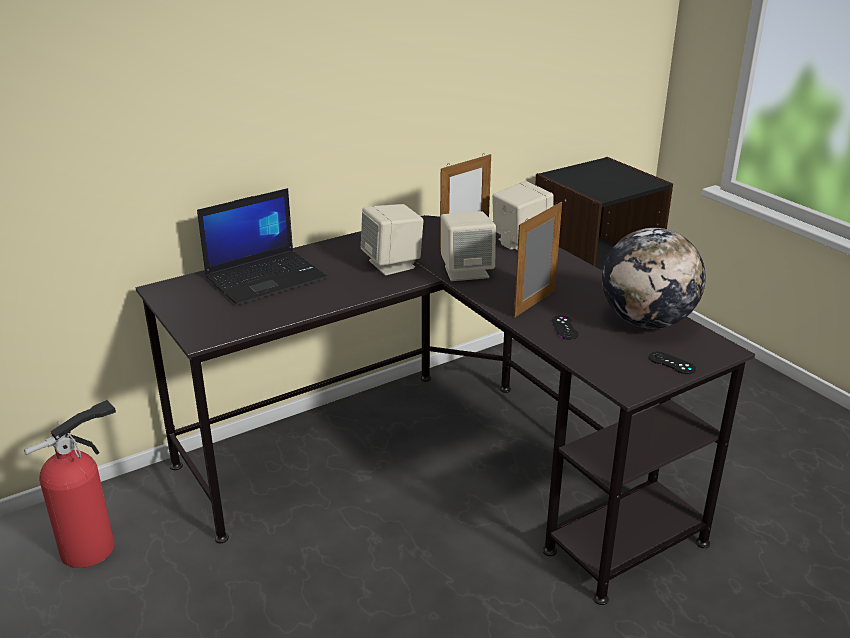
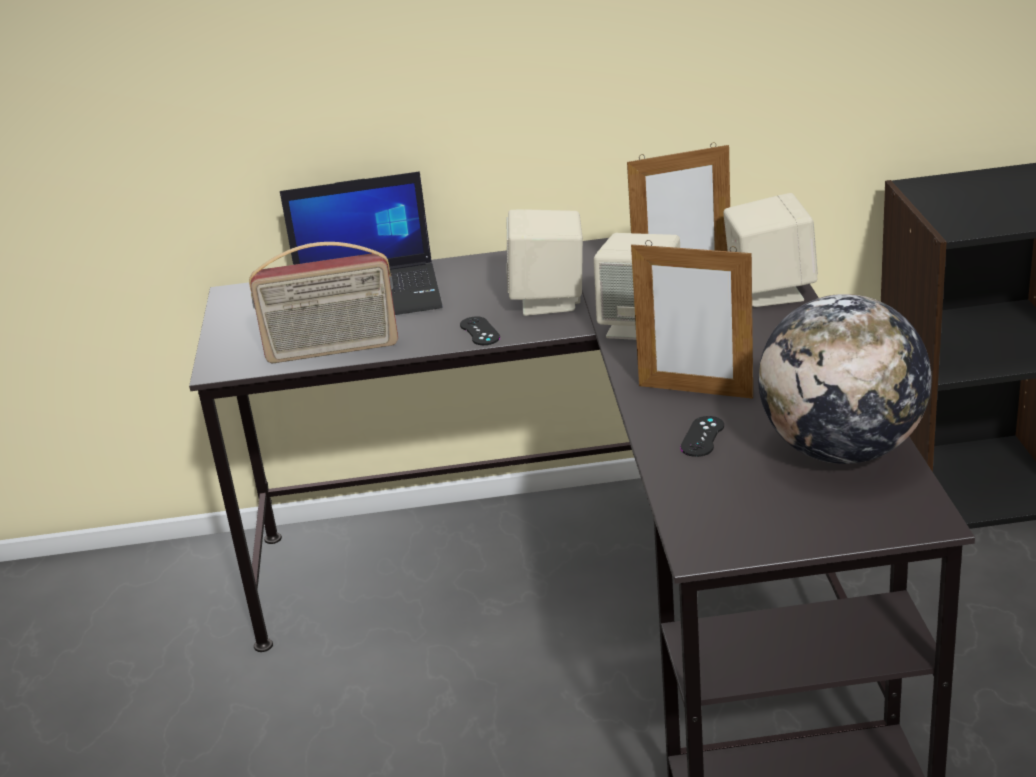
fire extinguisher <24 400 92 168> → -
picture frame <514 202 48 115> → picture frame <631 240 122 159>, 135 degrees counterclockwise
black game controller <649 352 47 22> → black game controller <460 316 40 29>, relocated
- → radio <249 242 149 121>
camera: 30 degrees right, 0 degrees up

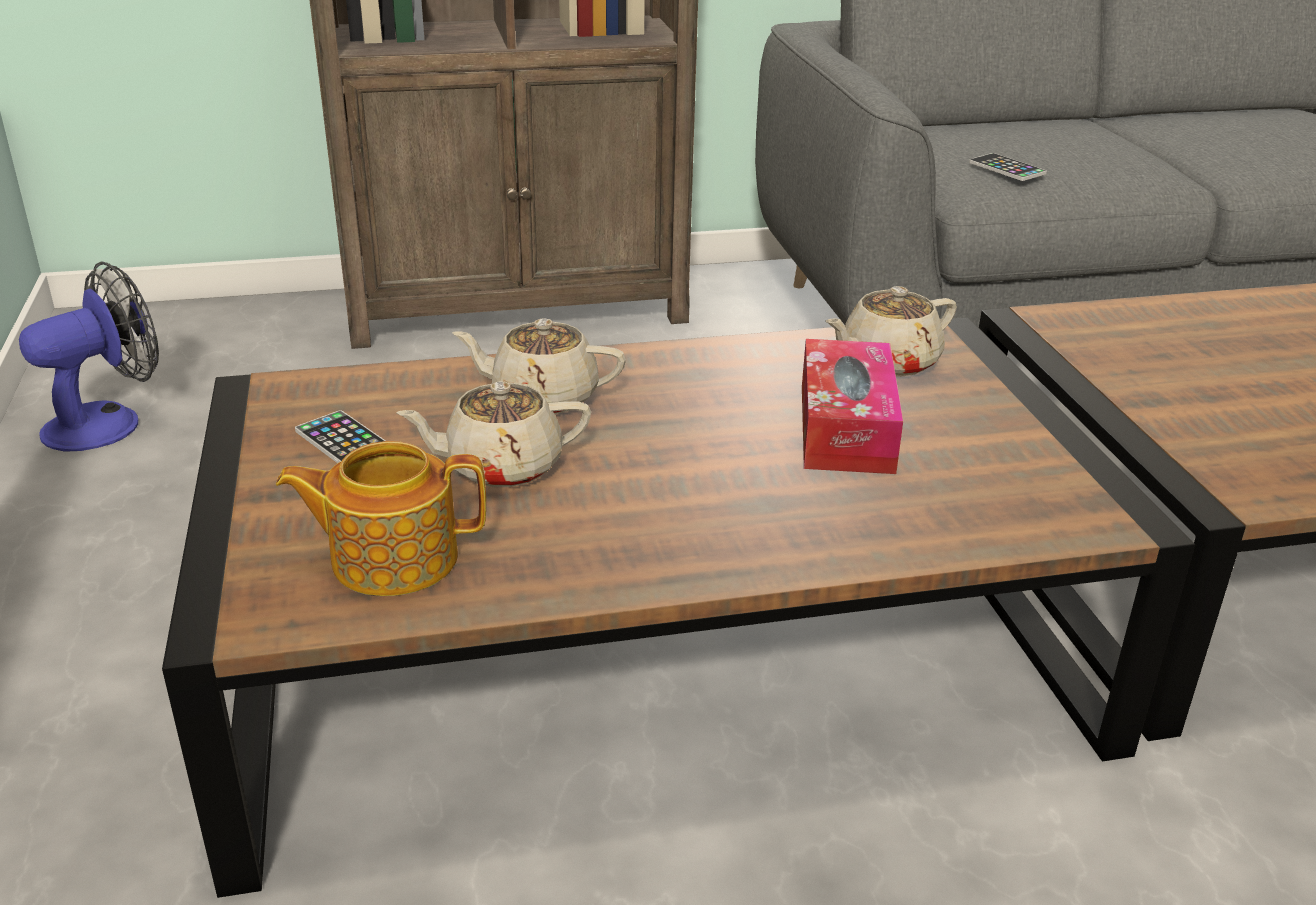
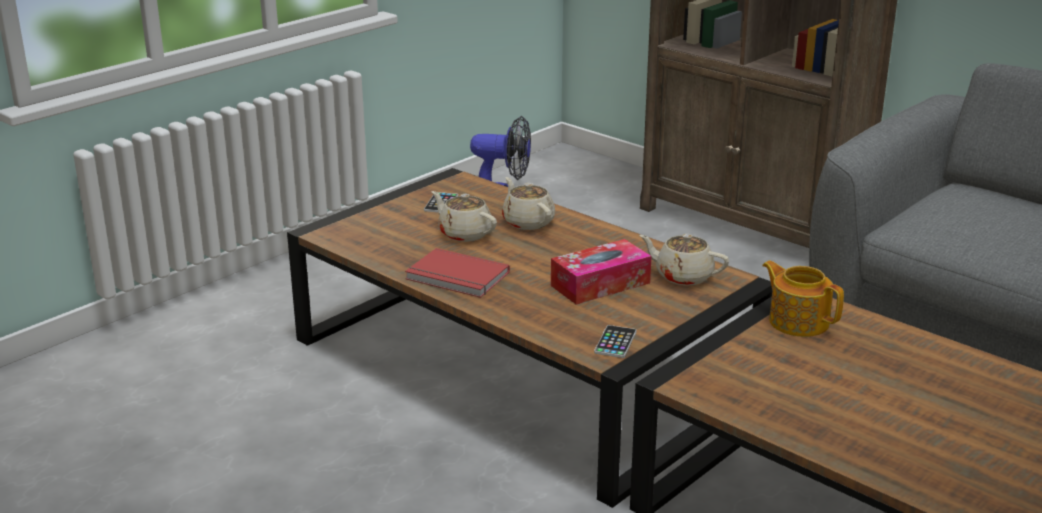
teapot <276 441 210 155> → teapot <762 261 82 76>, relocated
phone <969 153 78 28> → phone <594 325 42 33>, relocated
- → red book <405 248 105 50>
camera: 55 degrees right, 5 degrees down

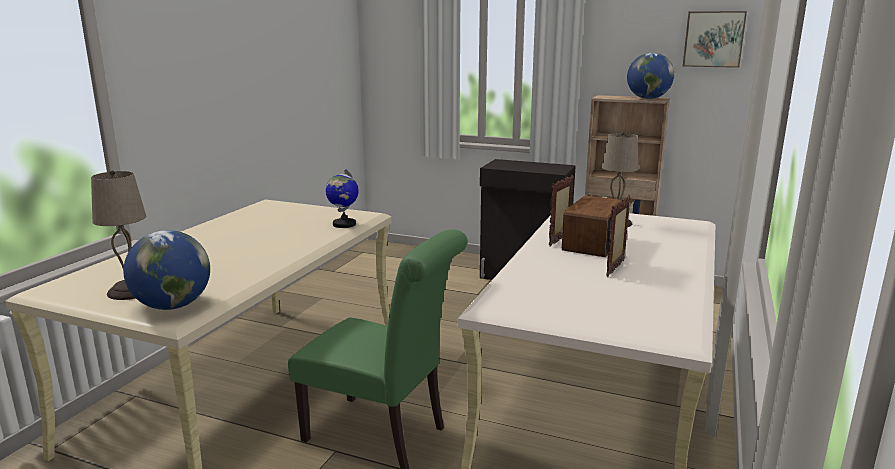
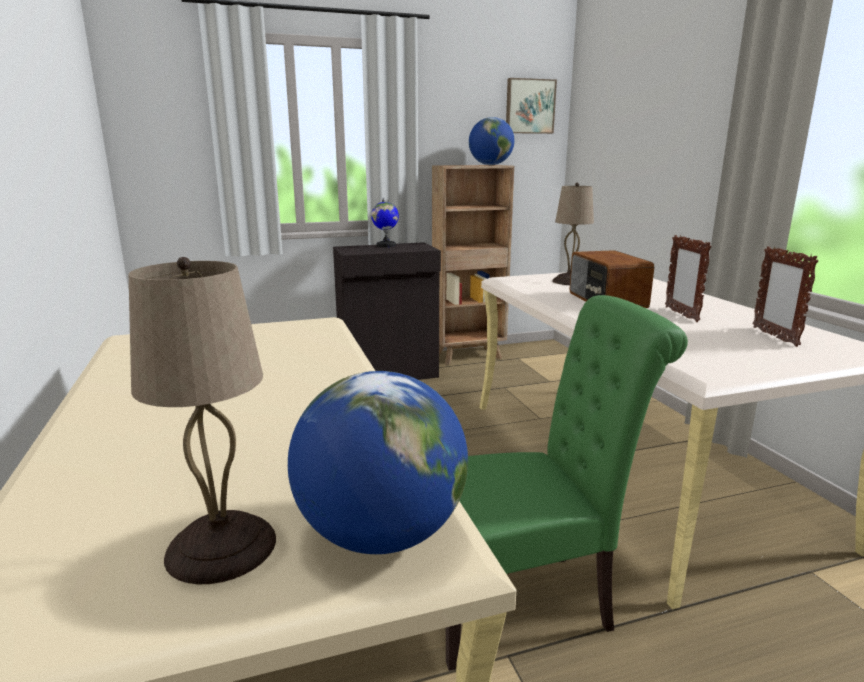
globe <325 169 34 59> → globe <371 198 28 49>, relocated
picture frame <549 175 25 72> → picture frame <752 246 67 101>, relocated
camera: 40 degrees left, 0 degrees up

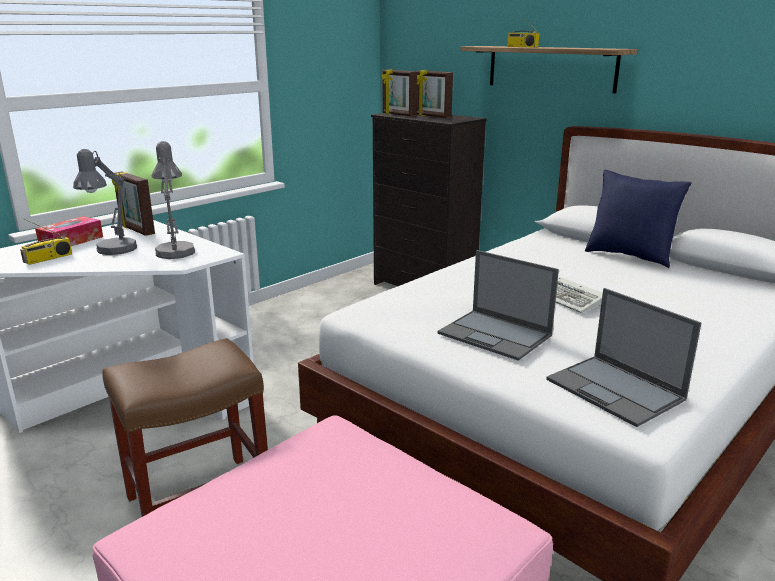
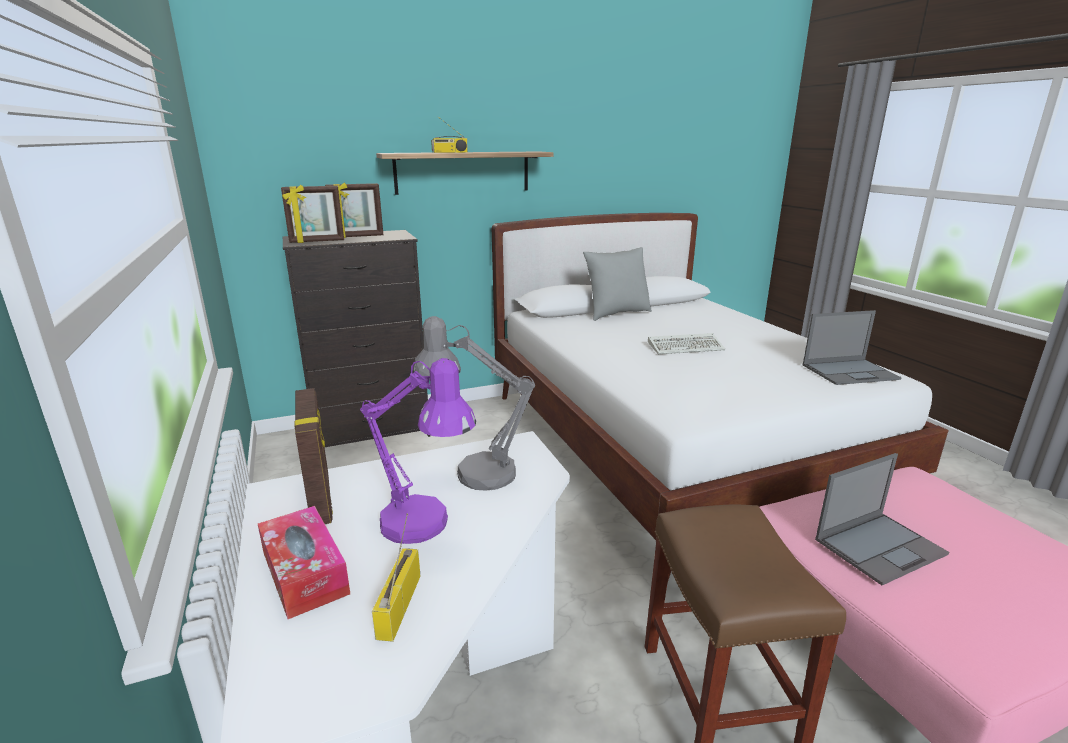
radio <20 219 52 46> → radio <372 514 48 128>, 150 degrees counterclockwise
grey table lamp <73 149 64 106> → purple table lamp <360 358 116 186>
picture frame <112 172 43 64> → picture frame <295 388 38 136>, 90 degrees counterclockwise
laptop <437 250 122 111> → laptop <815 453 134 132>, relocated
blue pillow <585 170 107 98> → grey pillow <583 247 69 74>
camera: 65 degrees left, 0 degrees up

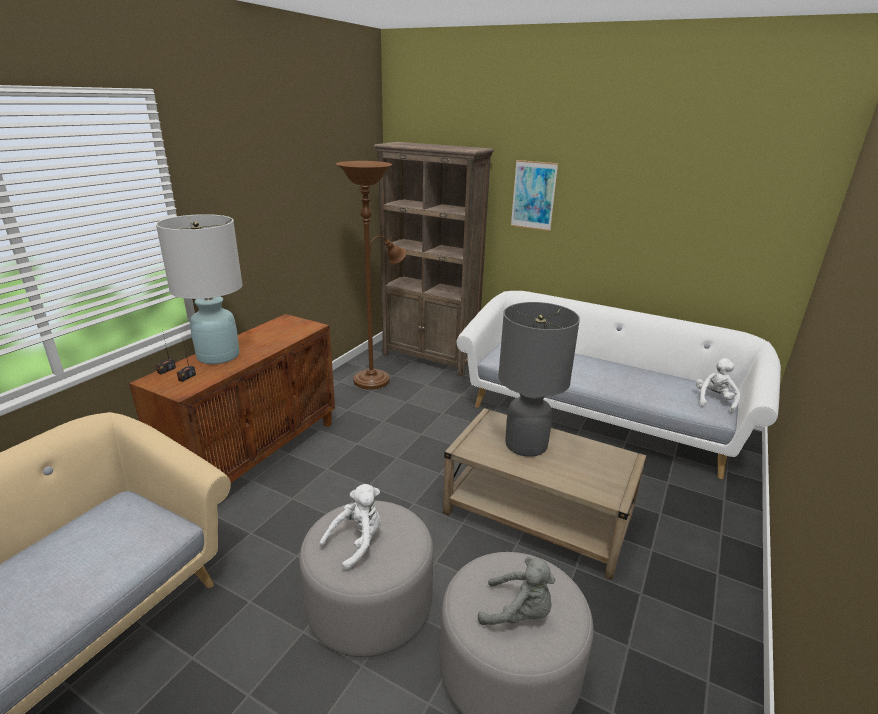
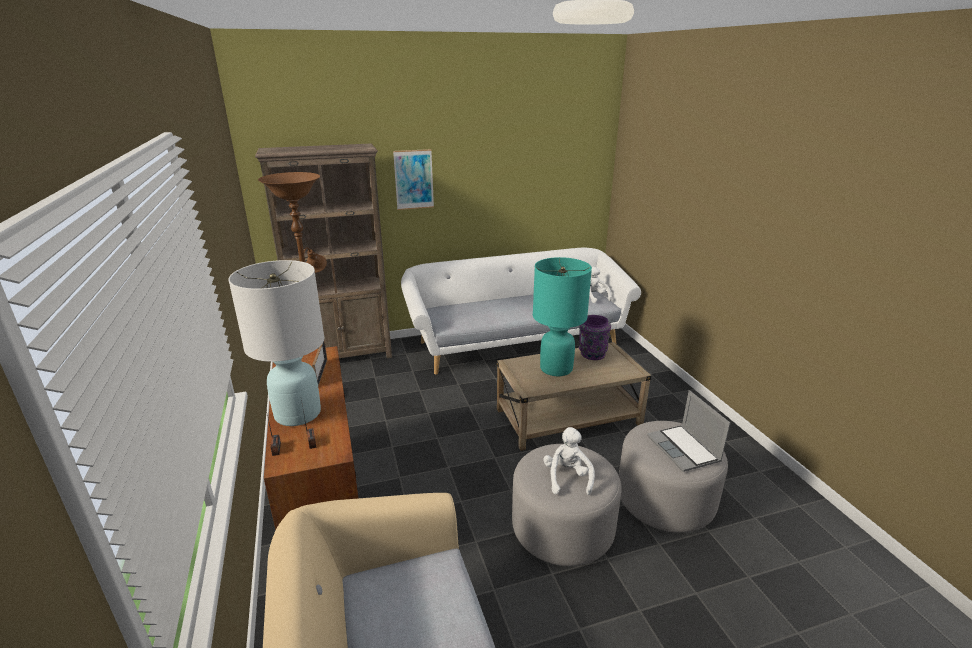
grey plush toy <478 557 77 68> → laptop <647 390 83 82>
grey table lamp <498 302 82 155> → turquoise table lamp <533 257 59 119>
- → picture frame <312 340 15 46>
- → purple vase <579 315 32 45>
camera: 45 degrees left, 0 degrees up

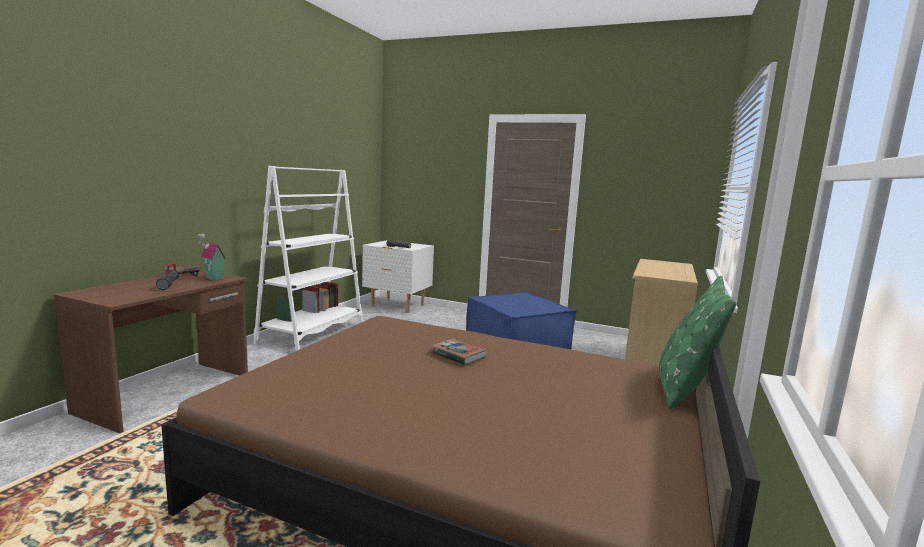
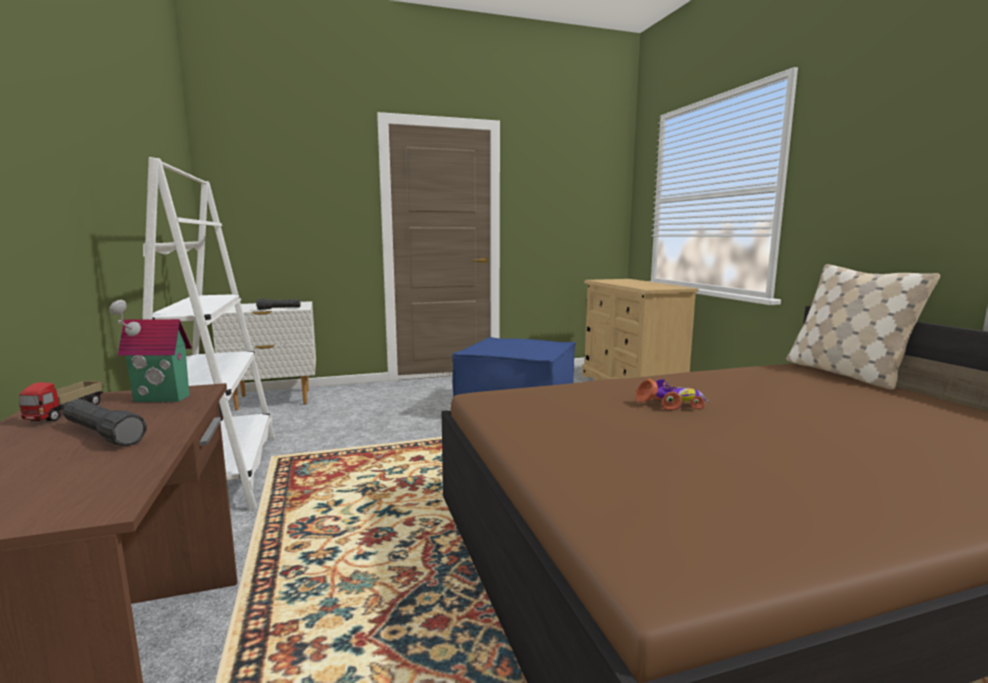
book <430 339 56 26> → toy car <636 379 73 31>
green pillow <659 276 77 133> → beige pillow <786 264 154 126>
camera: 40 degrees left, 0 degrees up

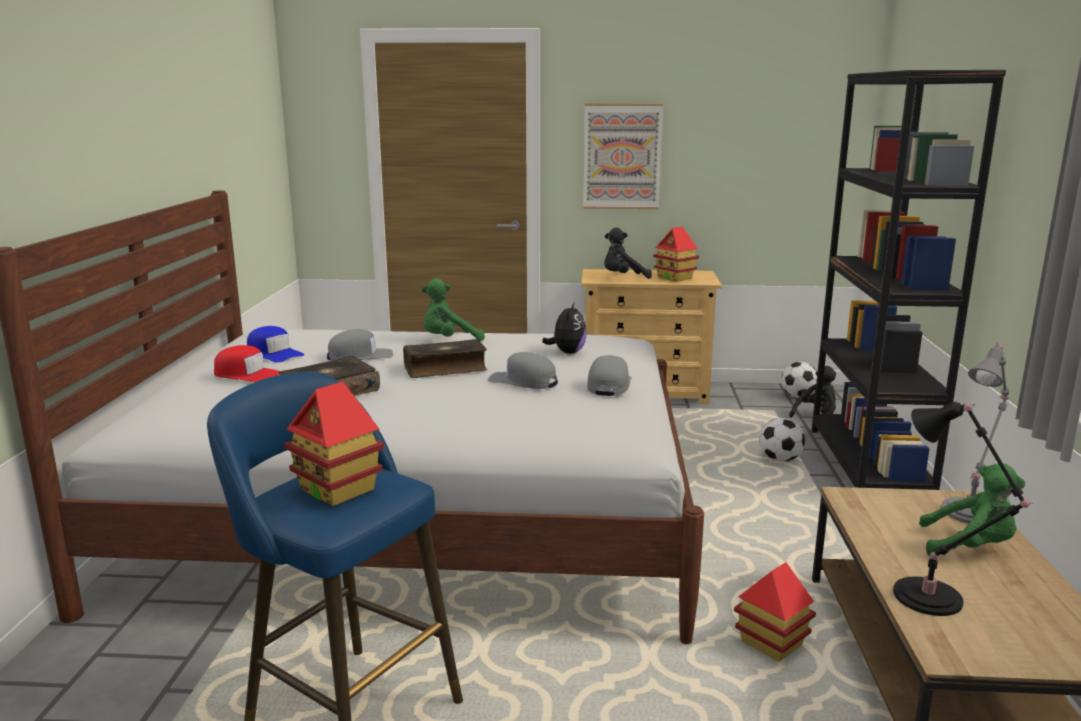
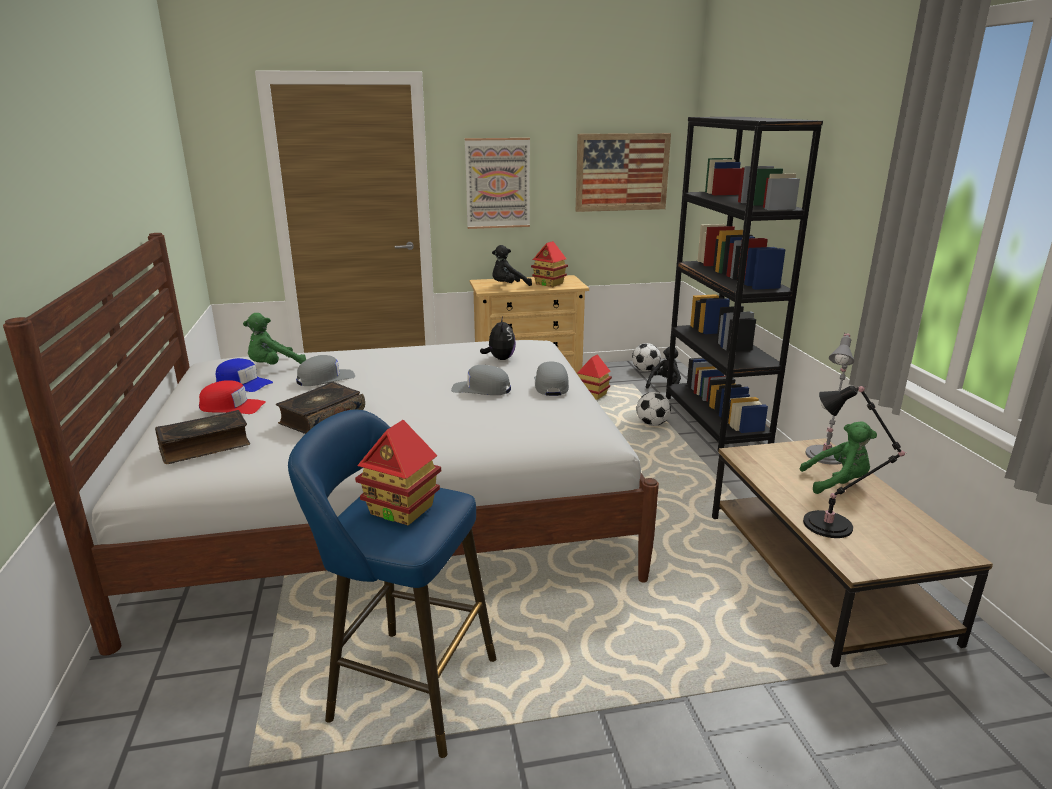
book <403 339 84 39> → book <155 410 95 54>, relocated
green plush toy <422 278 63 63> → green plush toy <243 313 63 52>, relocated
toy house <734 562 82 100> → toy house <577 354 35 46>, relocated
- → picture <576 133 95 79>
camera: 15 degrees left, 5 degrees up

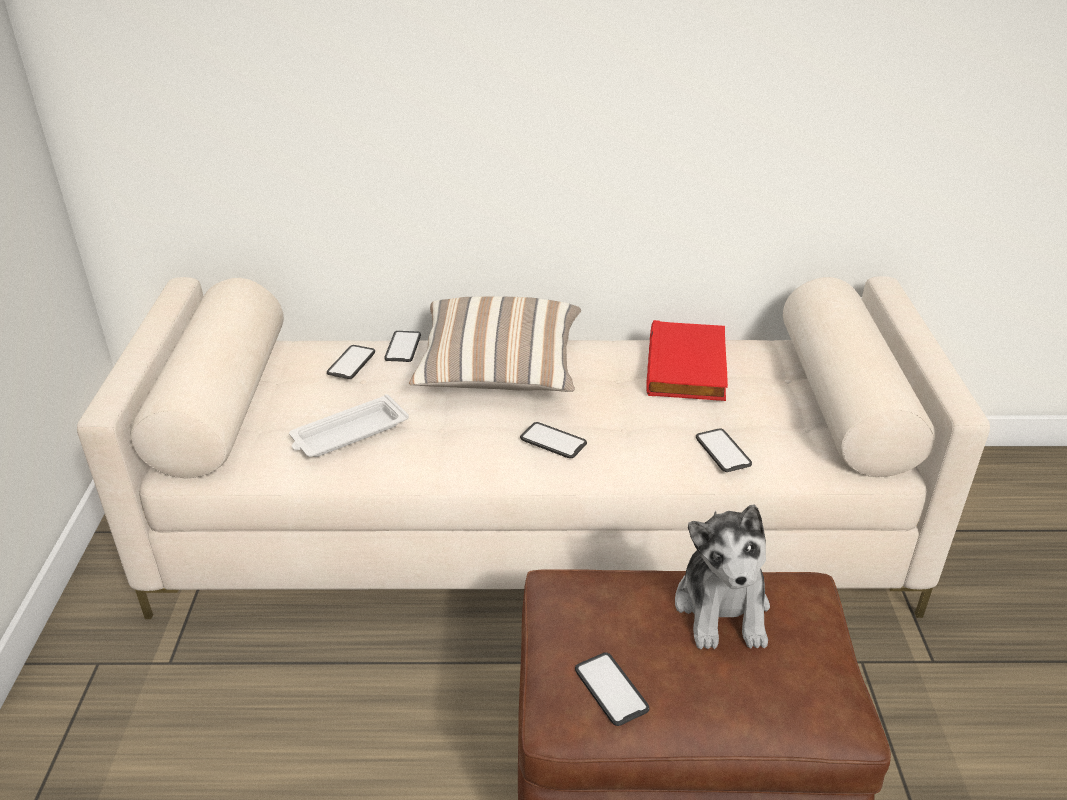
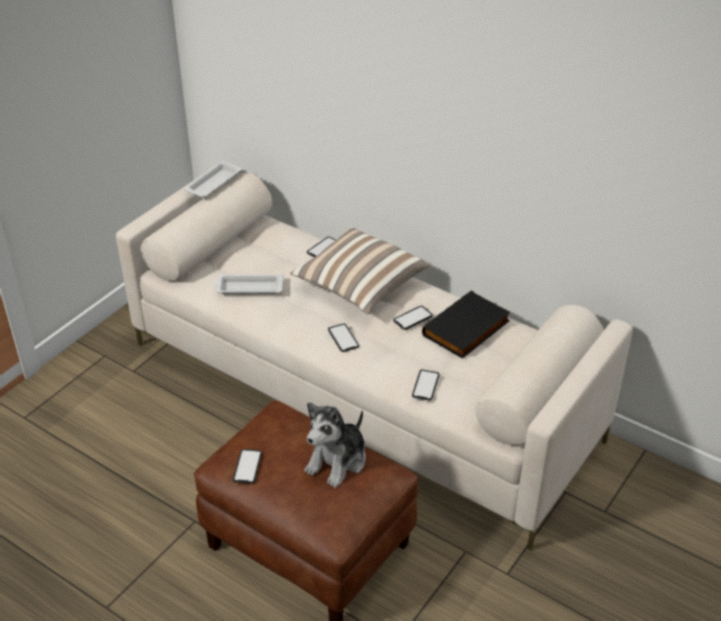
phone <327 345 48 34> → phone <393 306 40 24>, relocated
red book <646 320 82 81> → black book <422 291 89 68>
- → white tray <184 161 58 37>
camera: 35 degrees right, 5 degrees up

